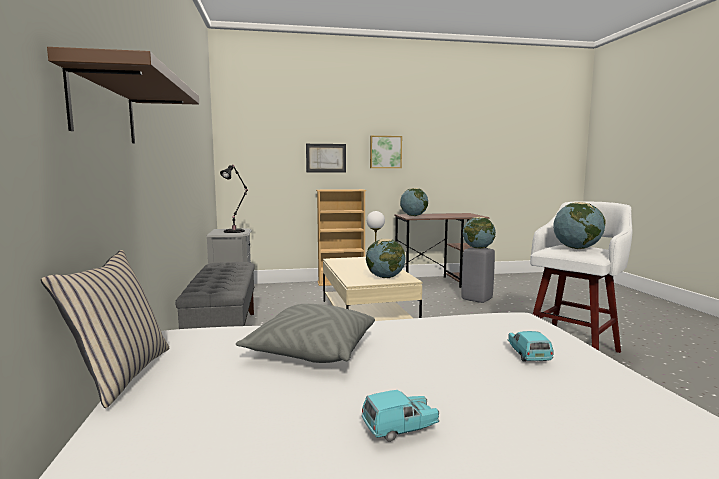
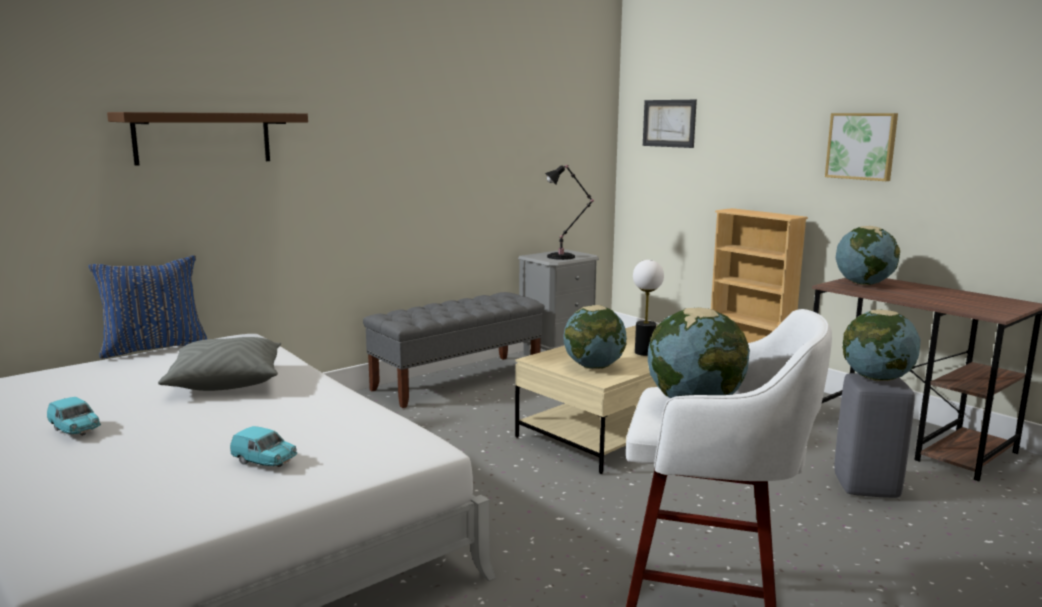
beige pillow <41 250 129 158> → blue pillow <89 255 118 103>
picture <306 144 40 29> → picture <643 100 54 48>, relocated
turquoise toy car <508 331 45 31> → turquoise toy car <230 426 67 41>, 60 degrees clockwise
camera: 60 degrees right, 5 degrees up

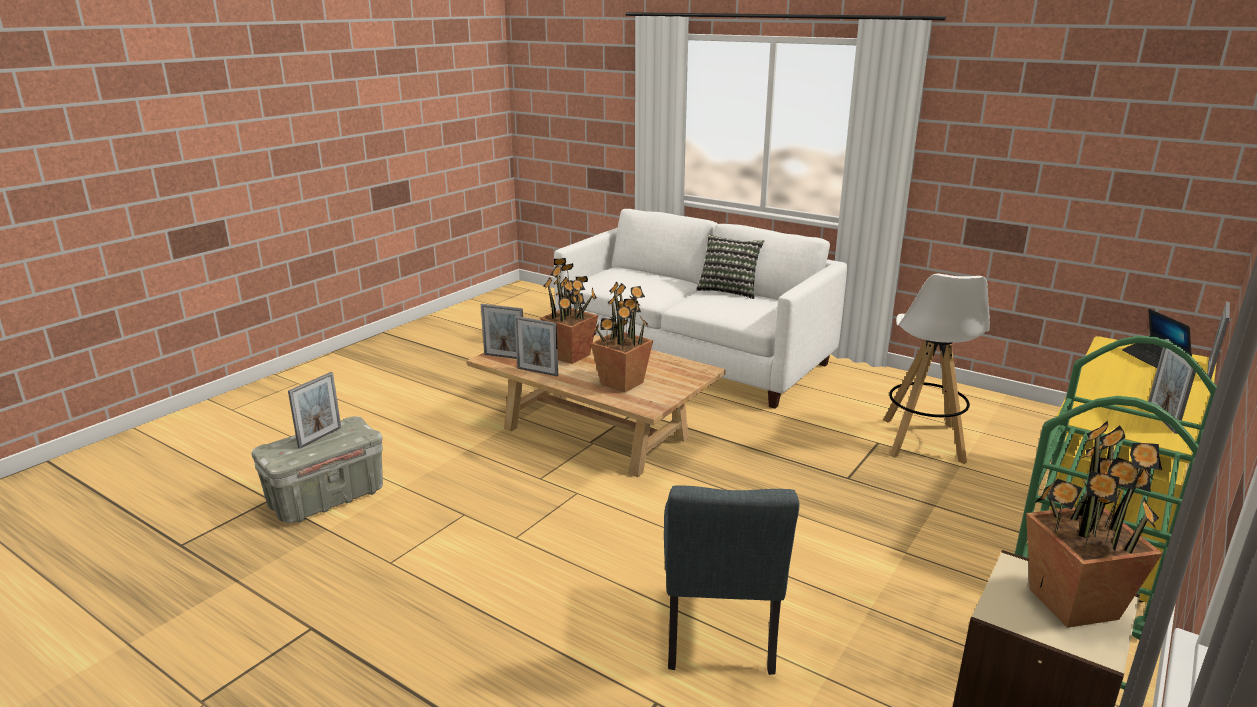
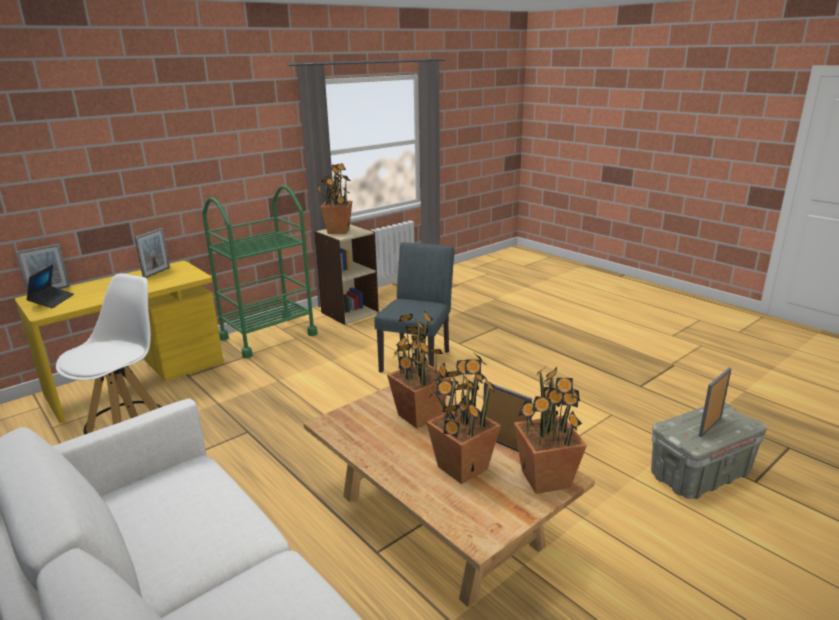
picture frame <481 304 42 55> → potted plant <514 364 73 130>
pillow <696 234 68 65> → -
camera: 165 degrees left, 0 degrees up

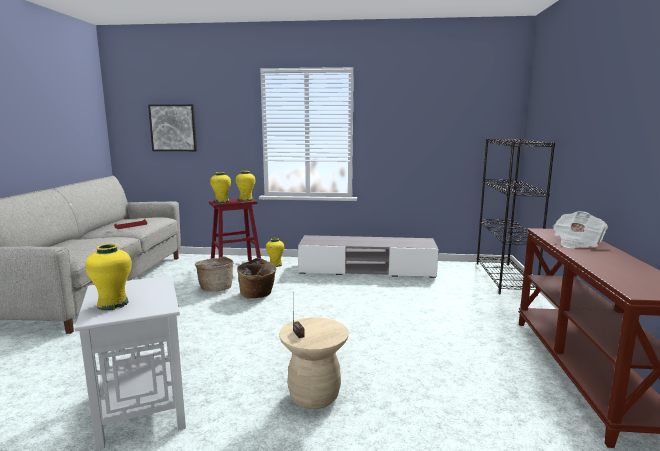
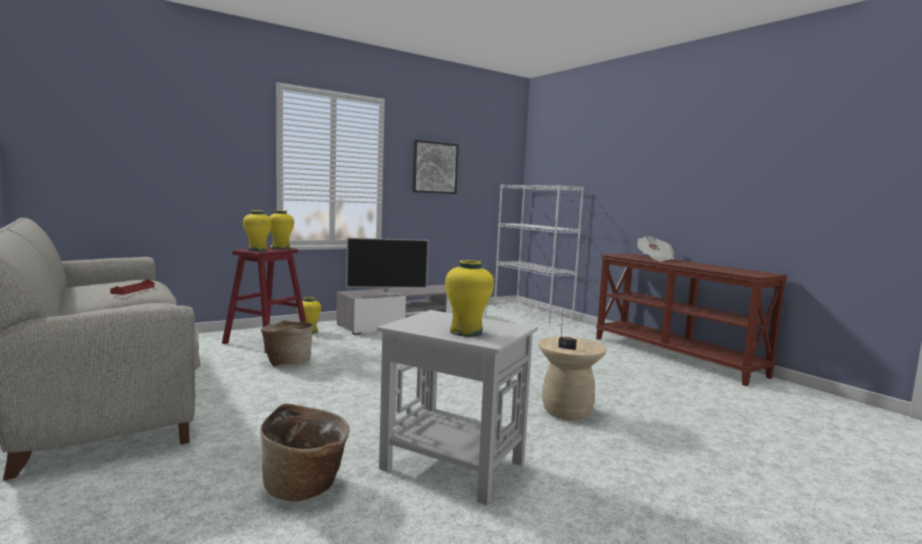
picture <148 104 49 47> → picture <412 140 47 54>, relocated
basket <237 258 39 41> → basket <260 404 90 98>, relocated
black bookcase <477 139 78 157> → white bookcase <494 184 90 140>
- → television <346 238 83 57>
camera: 40 degrees left, 5 degrees down

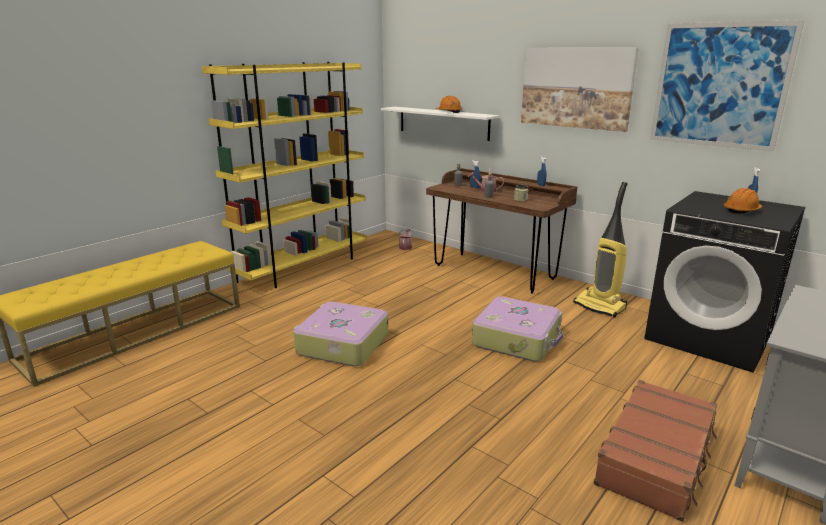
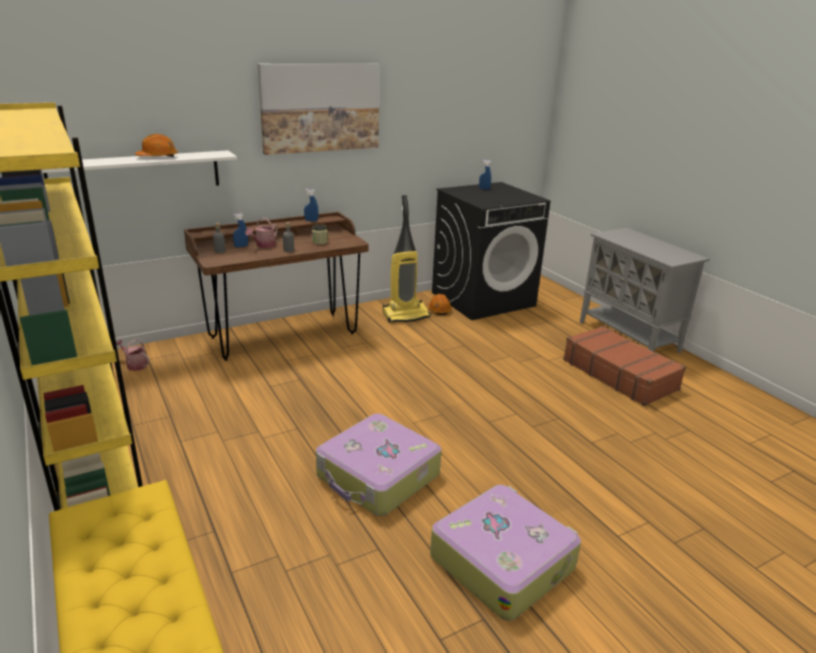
suitcase <472 297 91 65> → suitcase <430 485 151 136>, relocated
picture <650 20 154 132> → -
orange hard hat <724 188 38 26> → orange hard hat <428 294 24 21>, relocated
camera: 70 degrees left, 5 degrees up

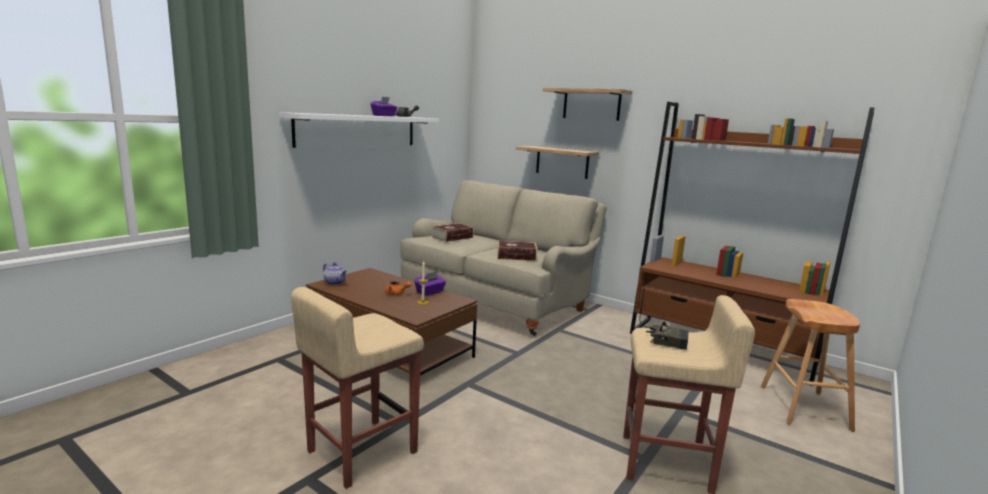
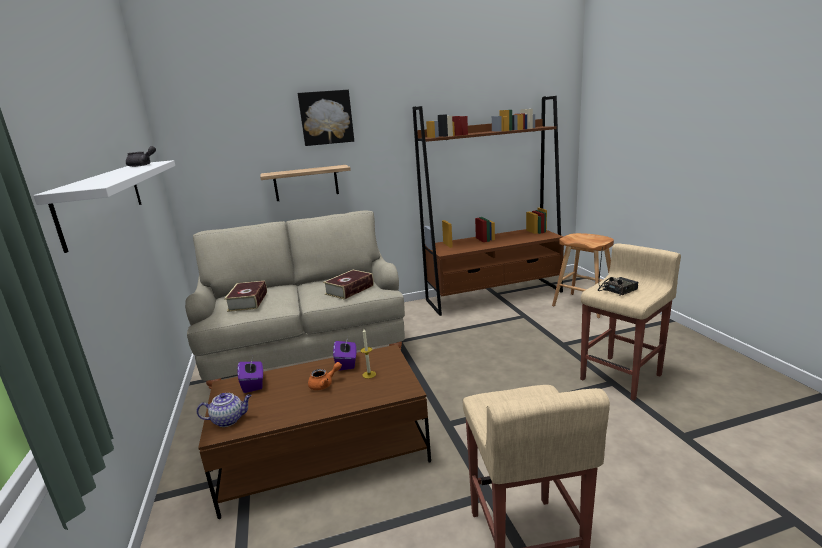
purple tissue box <370 97 28 19> → purple tissue box <238 360 25 33>, relocated
shelf <543 88 90 33> → picture <298 90 56 56>
camera: 50 degrees left, 5 degrees up

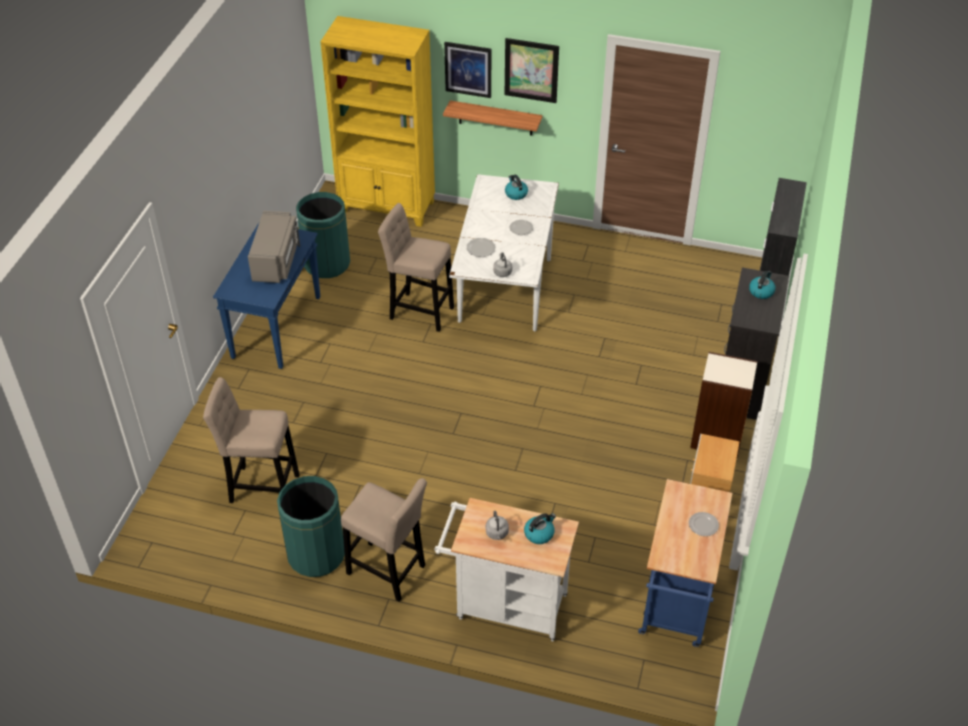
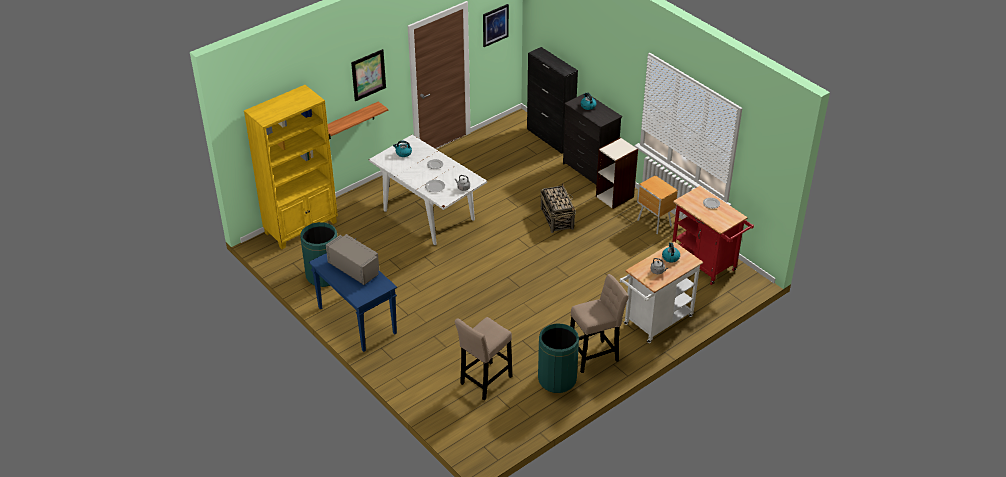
beige stool <378 203 76 129> → -
picture <444 42 47 56> → picture <483 4 26 43>, relocated
blue cart <638 479 94 168> → red cart <672 186 82 99>
- → basket <540 183 36 50>
camera: 55 degrees left, 5 degrees down

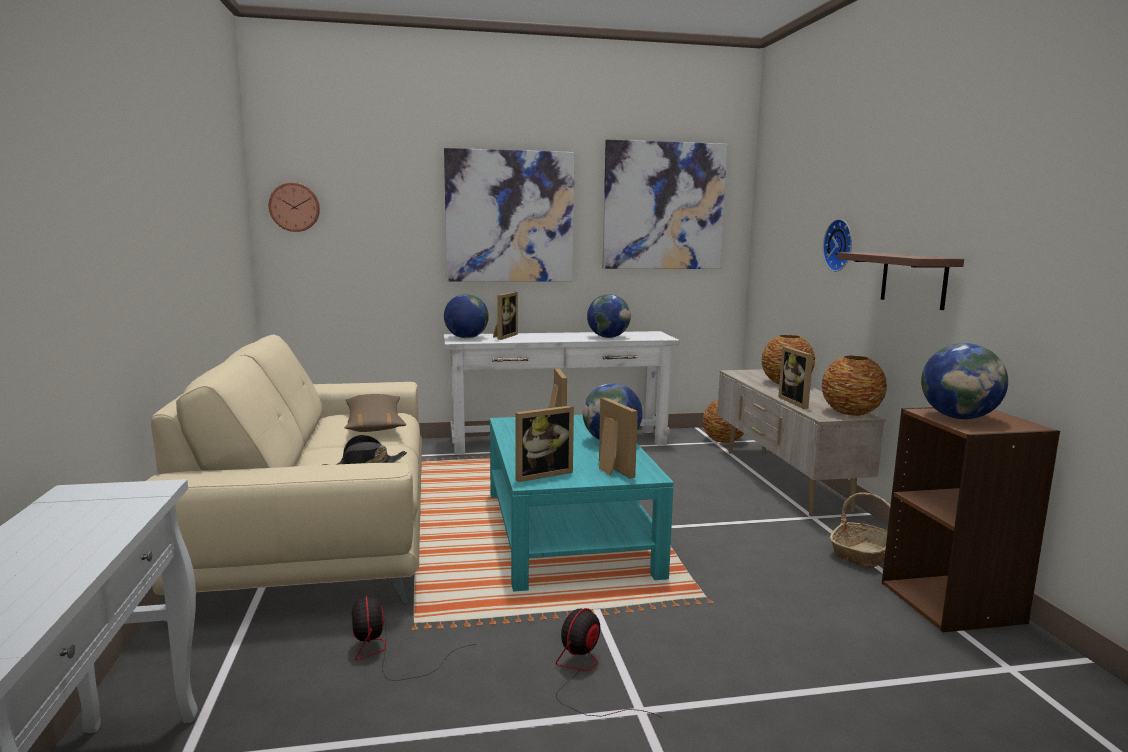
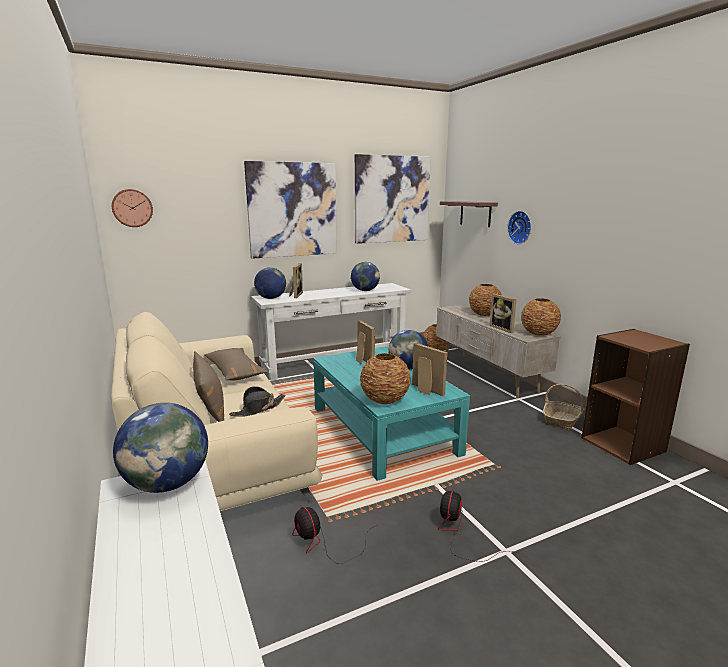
picture frame <516 405 58 77> → vase <360 353 51 51>
shelf <837 252 127 58> → shelf <440 201 58 26>, relocated
globe <921 343 87 76> → globe <113 403 95 90>, relocated
- → brown pillow <193 351 31 71>
camera: 15 degrees left, 5 degrees up

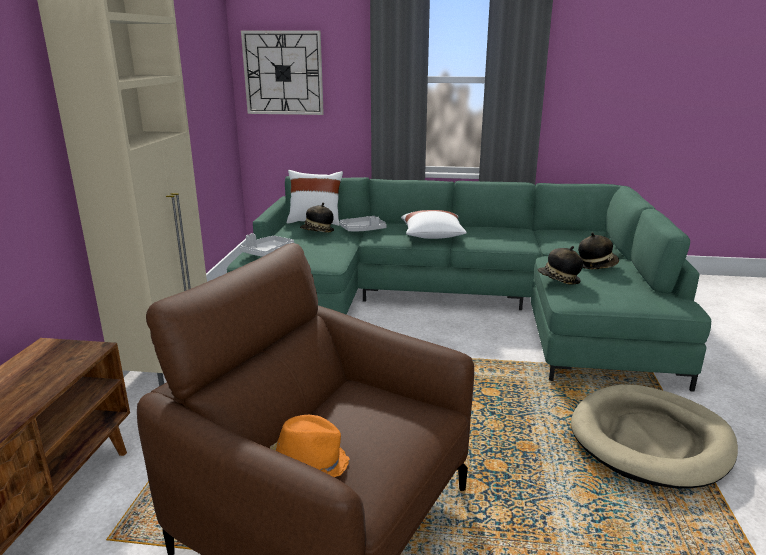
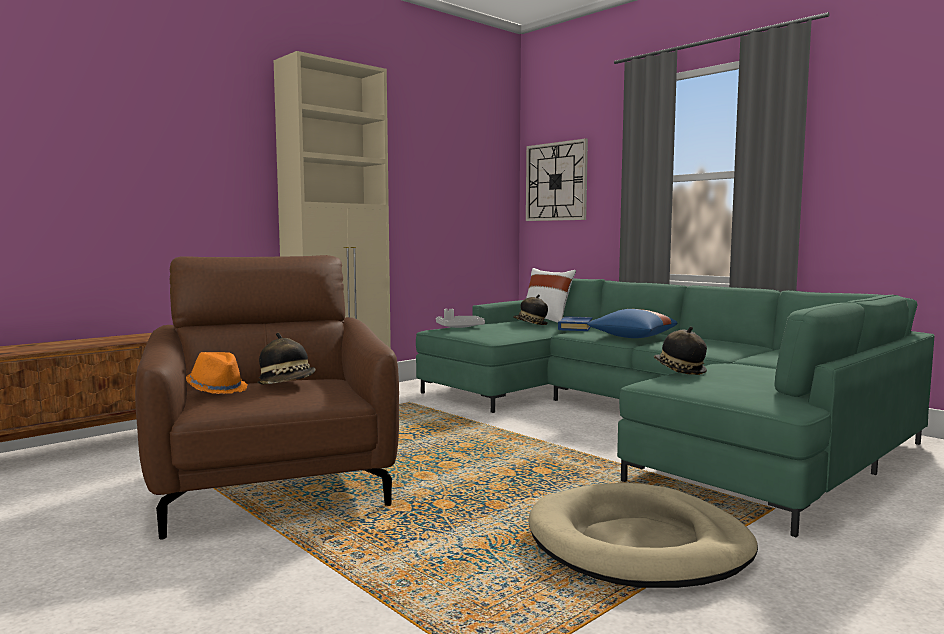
grey tray <339 216 48 15> → blue book <558 316 34 15>
white pillow <401 210 66 29> → blue pillow <587 309 90 29>
hat <578 233 41 37> → hat <257 333 59 51>, relocated
camera: 40 degrees right, 15 degrees down

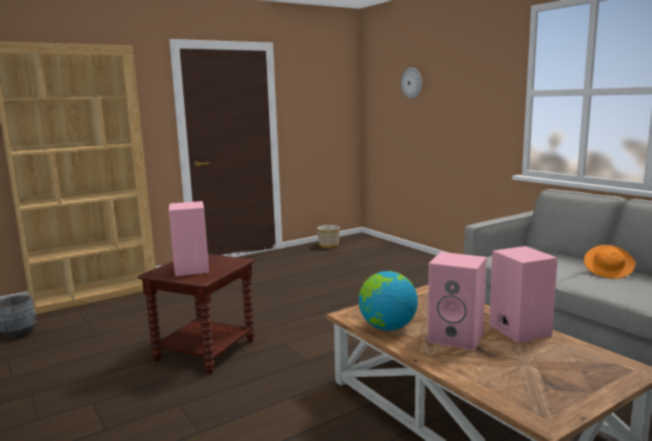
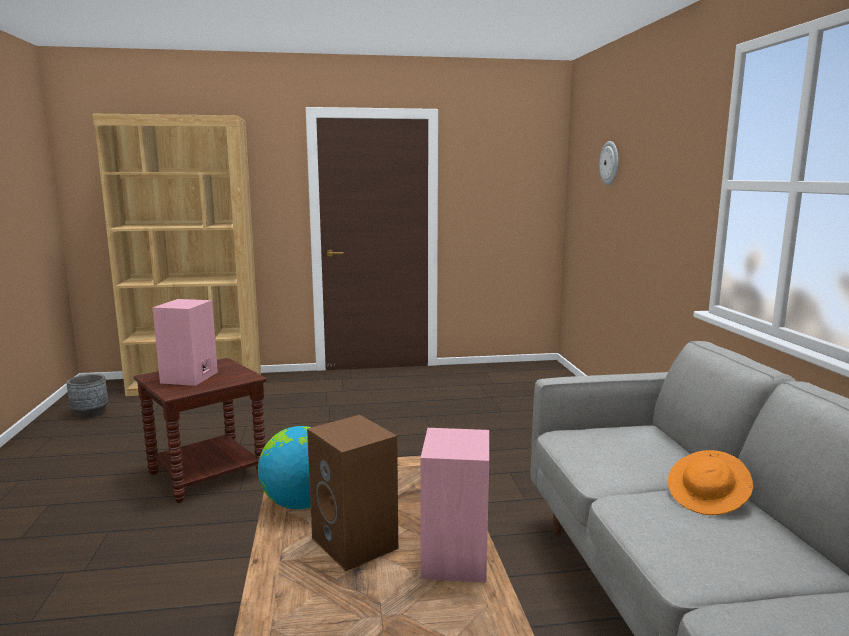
planter <317 225 23 23> → -
pink speaker <428 252 59 99> → brown speaker <307 415 91 156>
camera: 25 degrees right, 0 degrees up

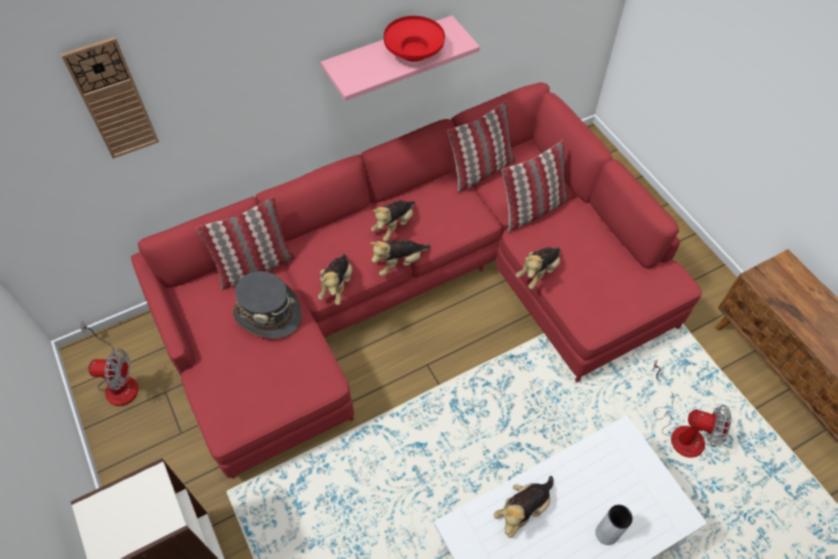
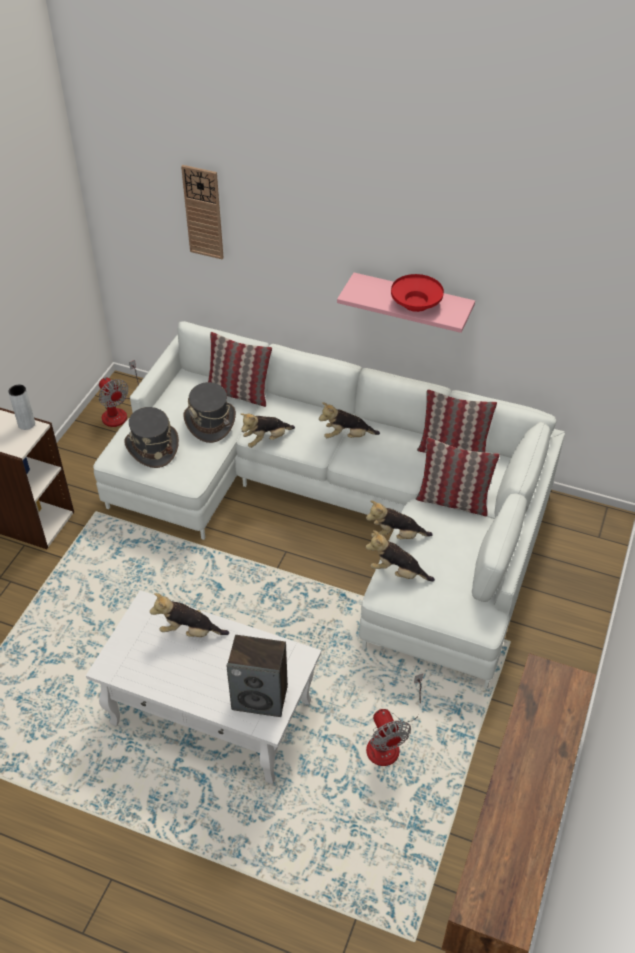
red sofa <131 83 571 396> → white sofa <93 321 472 368>
plush toy <370 240 61 36> → plush toy <366 530 69 52>, relocated
grey vase <595 505 38 40> → grey vase <8 385 27 45>, relocated
- → grey hat <124 407 55 61>
- → speaker <227 635 61 82>
camera: 50 degrees right, 10 degrees down

